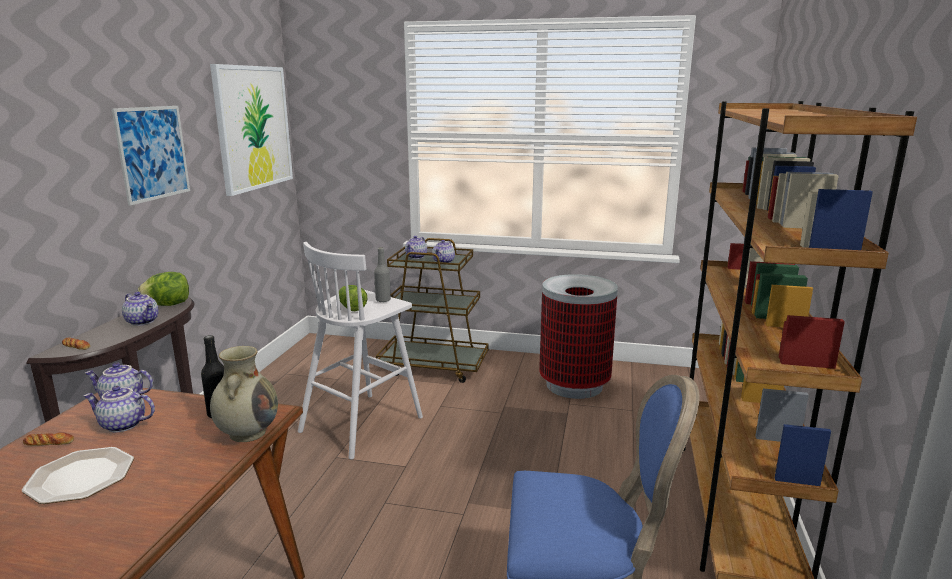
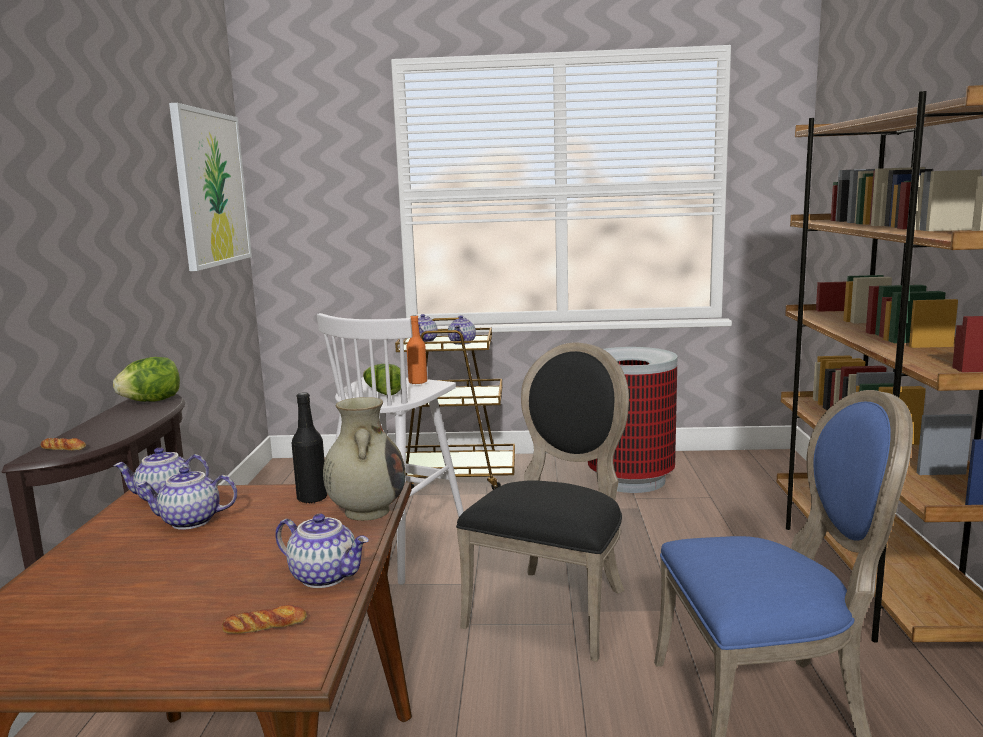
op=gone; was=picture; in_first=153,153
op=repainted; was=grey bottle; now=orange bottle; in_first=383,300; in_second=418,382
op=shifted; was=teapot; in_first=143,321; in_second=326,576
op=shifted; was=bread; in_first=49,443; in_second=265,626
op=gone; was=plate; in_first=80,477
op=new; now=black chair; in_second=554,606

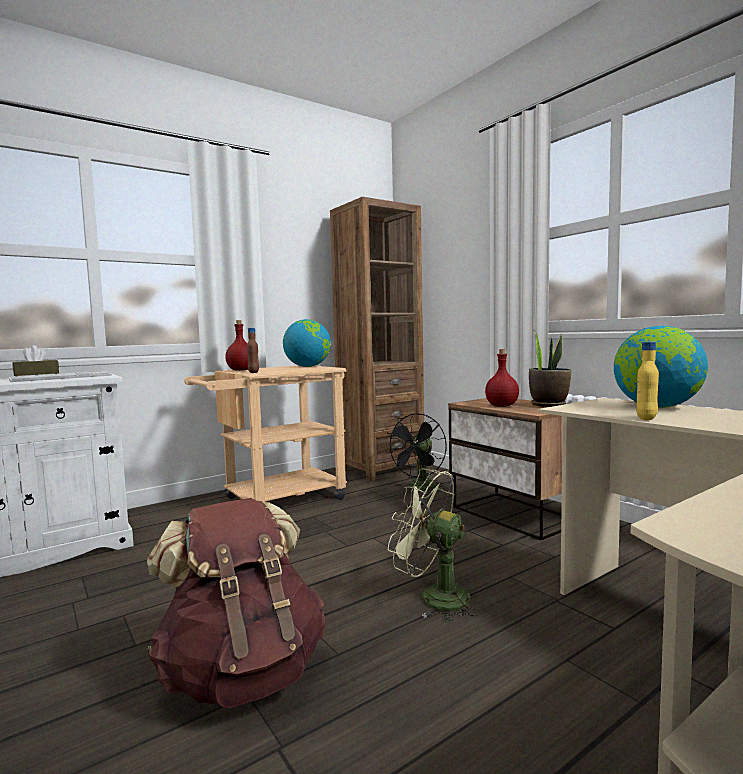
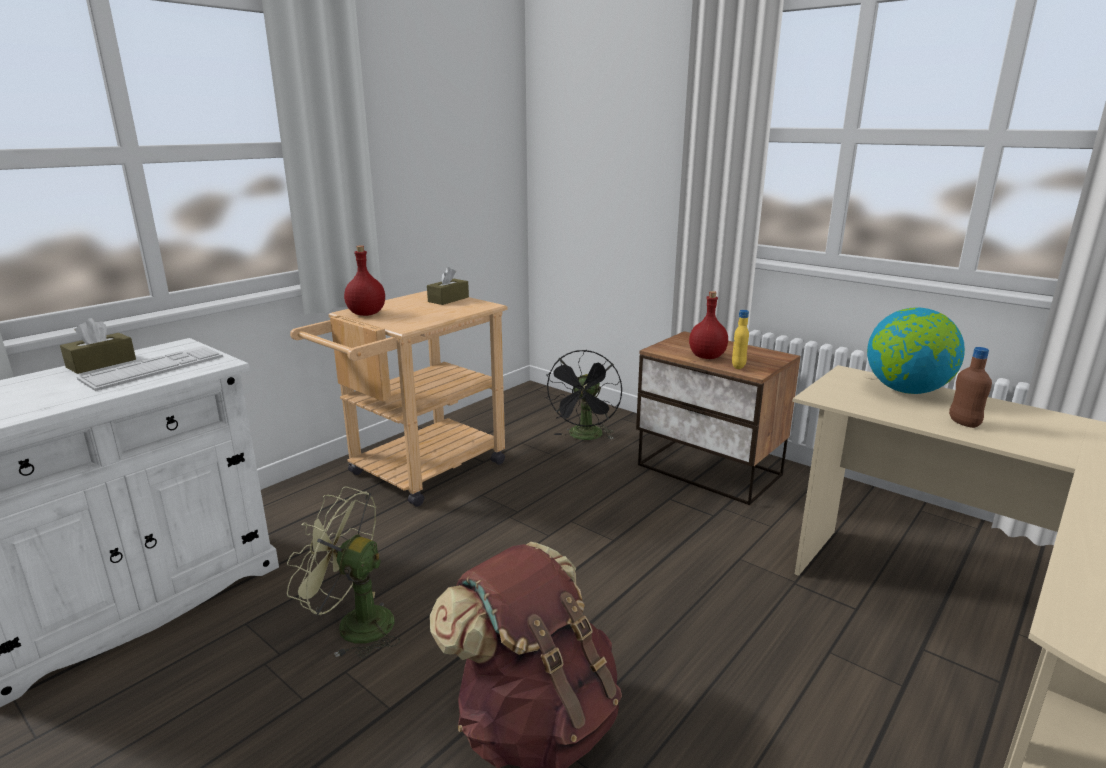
op=gone; was=brown bookcase; in_first=381,468
op=swapped; was=globe; now=brown tissue box; in_first=308,366; in_second=448,299
op=shifted; was=brown bottle; in_first=253,372; in_second=963,423
op=gone; was=potted plant; in_first=548,405
op=shifted; was=yellow bottle; in_first=646,418; in_second=738,366
op=shifted; was=green fan; in_first=434,596; in_second=353,625

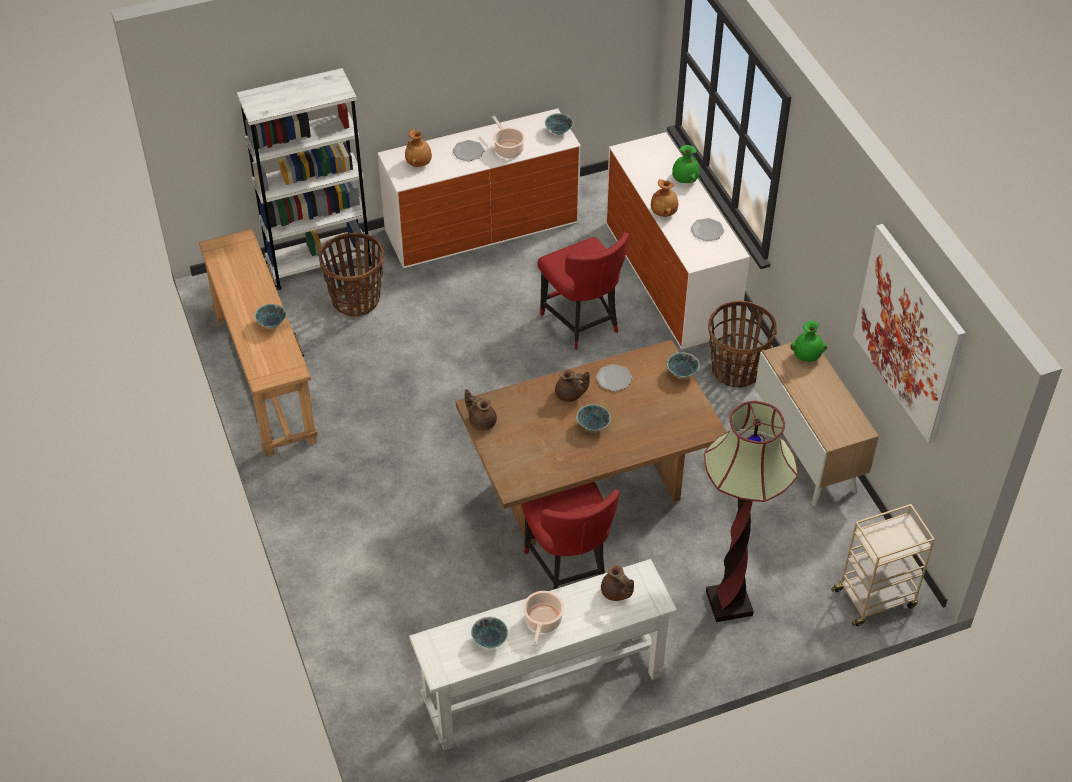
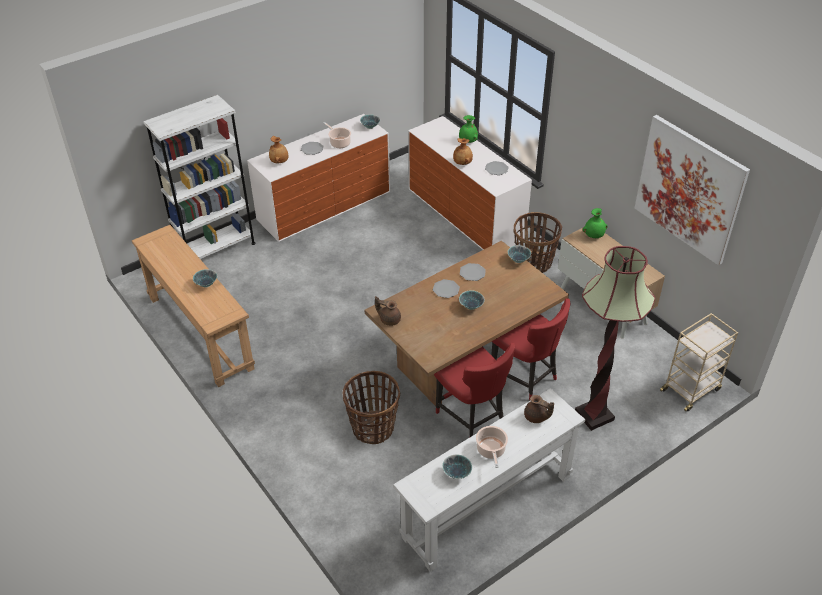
op=shifted; was=red chair; in_first=582,323; in_second=525,377
op=shifted; was=basket; in_first=356,300; in_second=373,428
op=swapped; was=brown teapot; now=plate; in_first=570,395; in_second=446,289

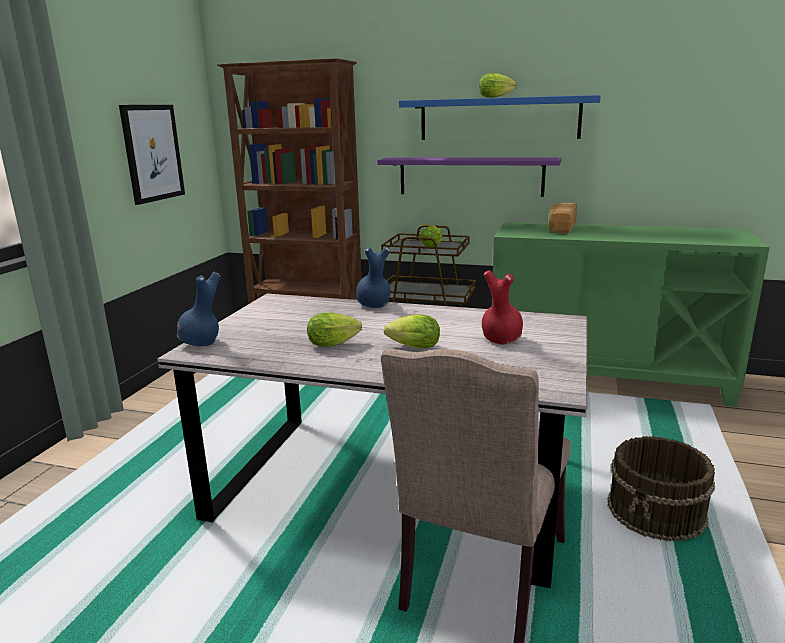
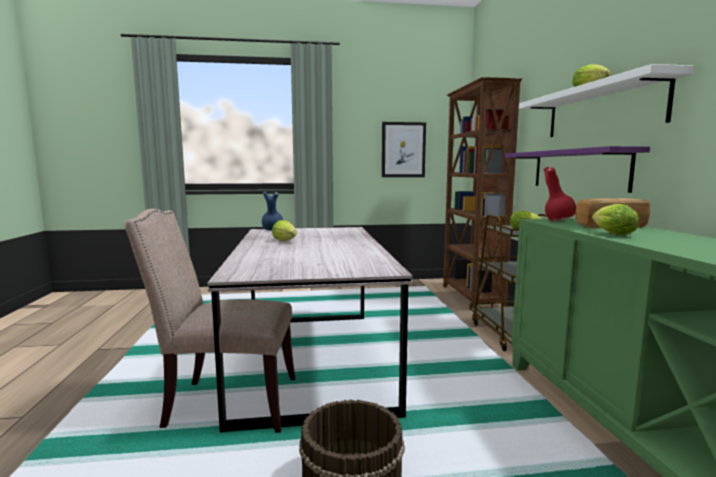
op=repainted; was=blue shelf; now=white shelf; in_first=499,118; in_second=601,110
op=gone; was=blue vase; in_first=373,305
op=shifted; was=red vase; in_first=500,339; in_second=558,220
op=shifted; was=lettuce; in_first=411,347; in_second=610,233

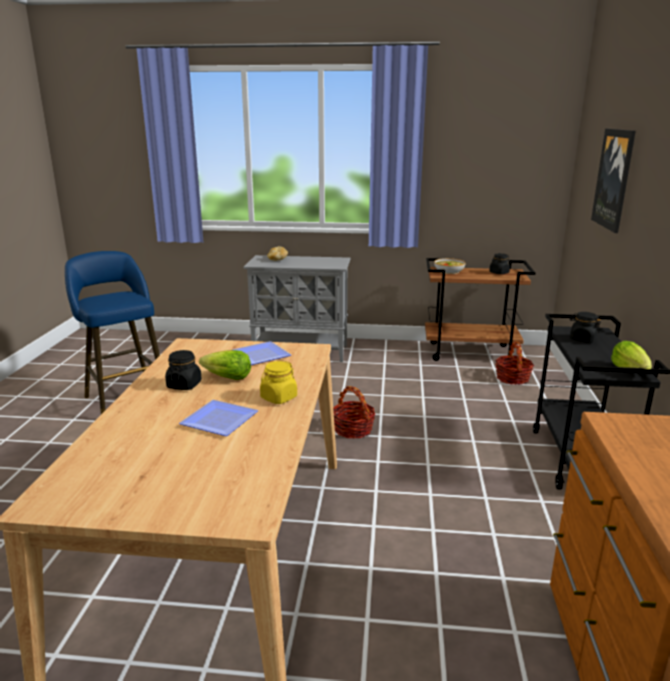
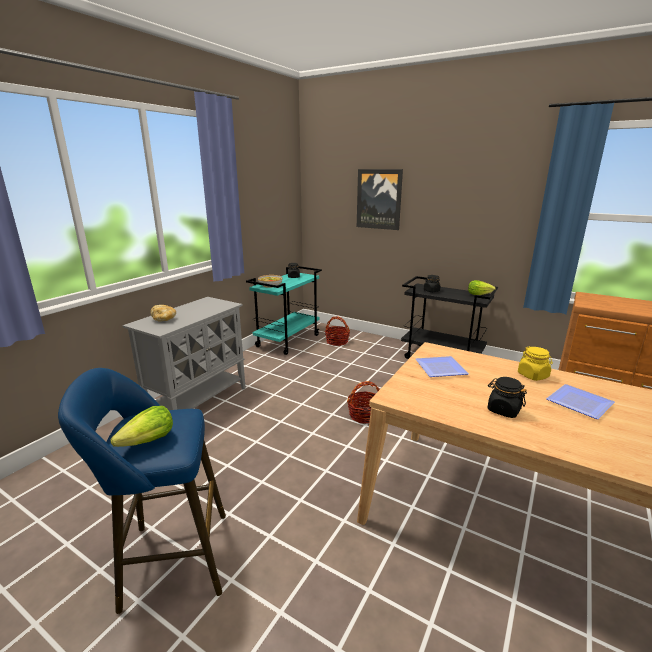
op=repainted; was=brown cart; now=turquoise cart; in_first=471,353; in_second=288,340
op=shifted; was=lettuce; in_first=227,378; in_second=148,441

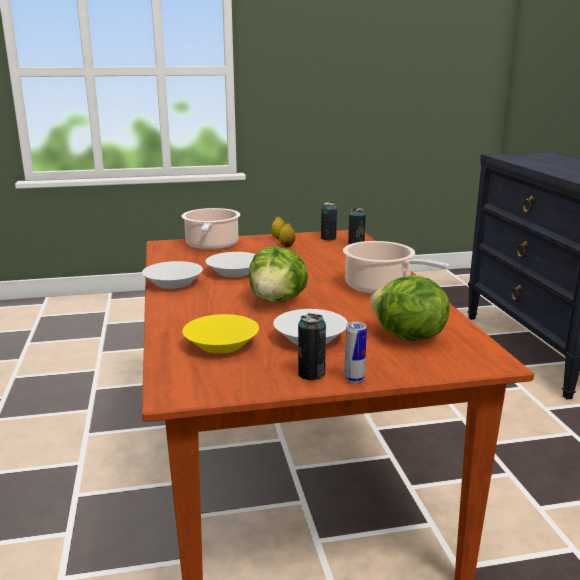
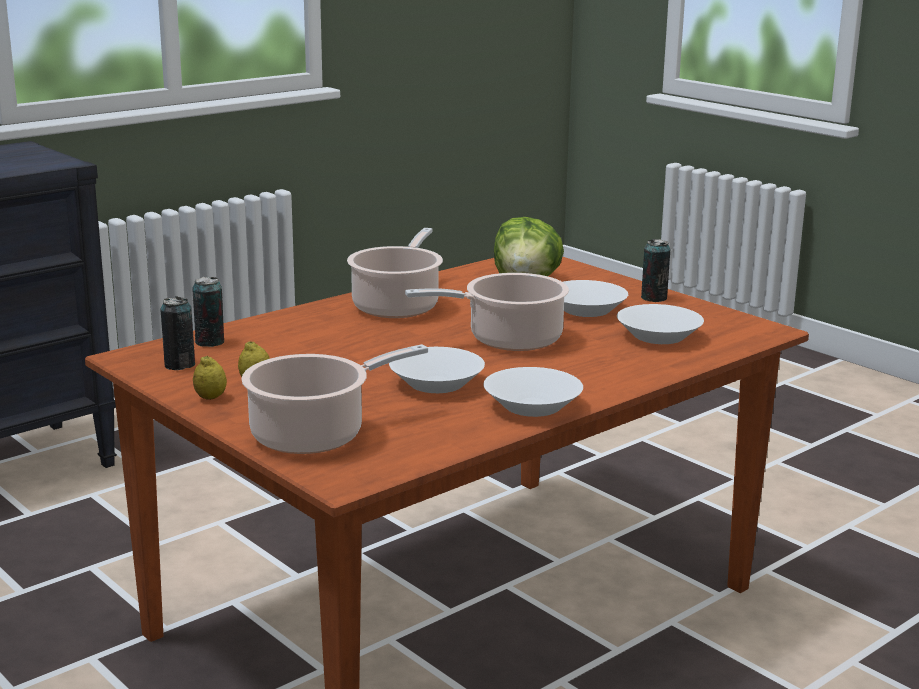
op=swapped; was=lettuce; now=cooking pot; in_first=278,301; in_second=508,340
op=repainted; was=yellow bowl; now=white bowl; in_first=222,345; in_second=658,336
op=gone; was=can; in_first=354,379

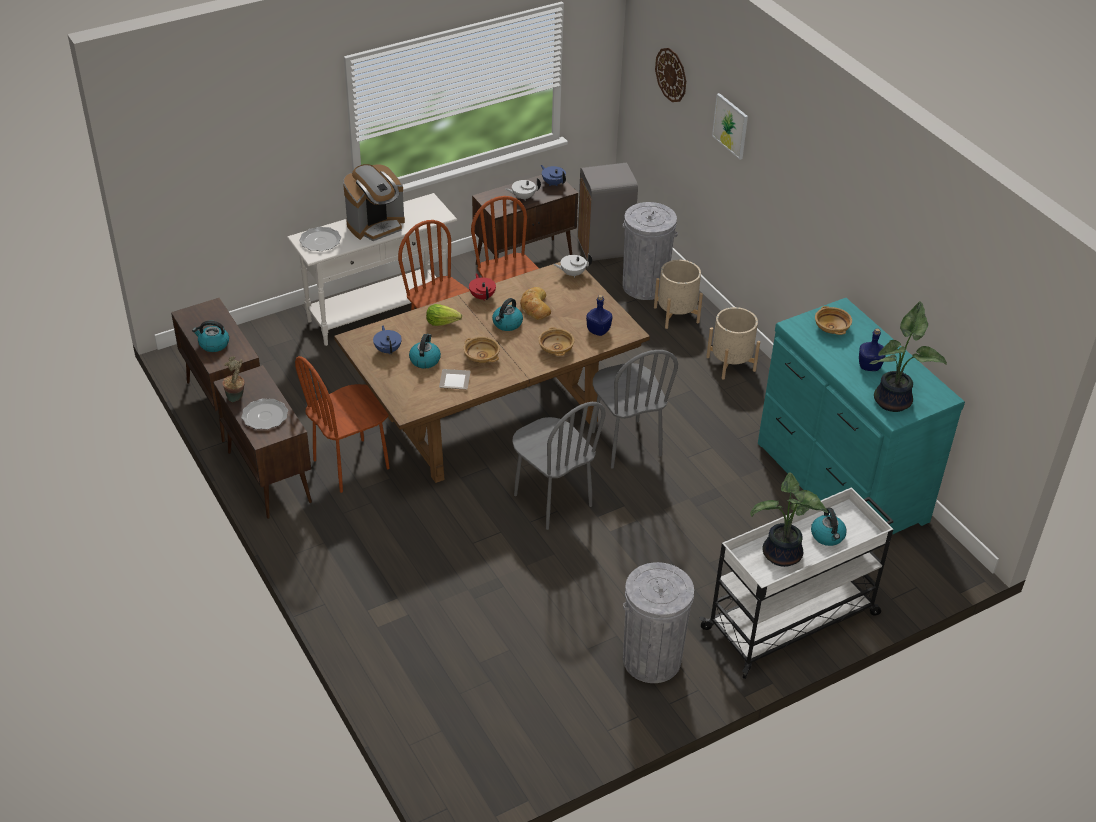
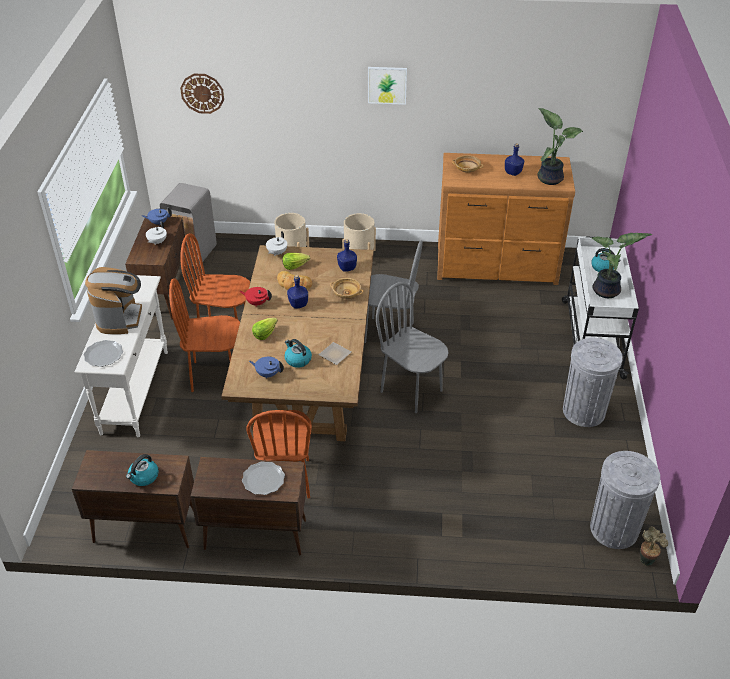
op=shifted; was=picture; in_first=730,126; in_second=387,85
op=shifted; was=grey trash can; in_first=644,286; in_second=614,529
op=swapped; was=kettle; now=blue bottle; in_first=507,324; in_second=298,304
op=repainted; was=turquoise dresser; now=brown dresser; in_first=839,483; in_second=497,266
op=gone; was=beige bowl; in_first=481,357
op=shifted; was=potted plant; in_first=237,397; in_second=647,558
op=rotated; was=grey chair; in_first=552,500; in_second=411,391; clockwise=-135
op=new; now=lettuce; in_second=295,265

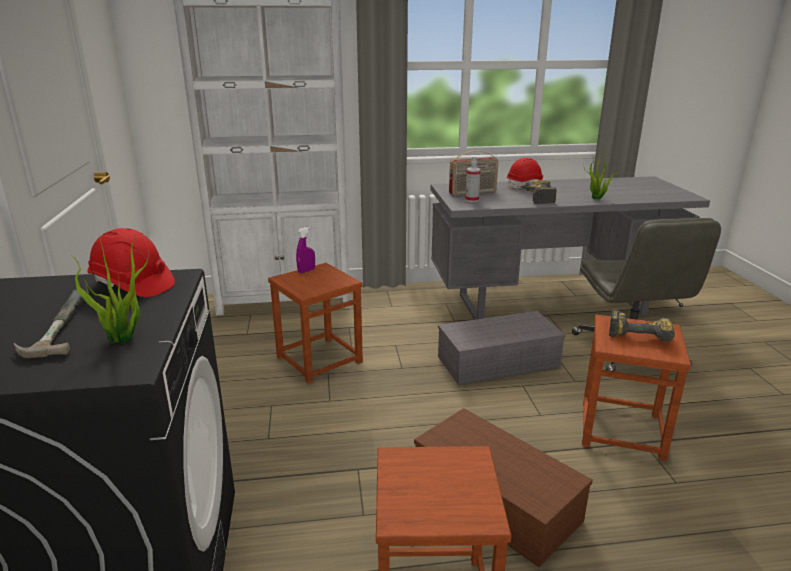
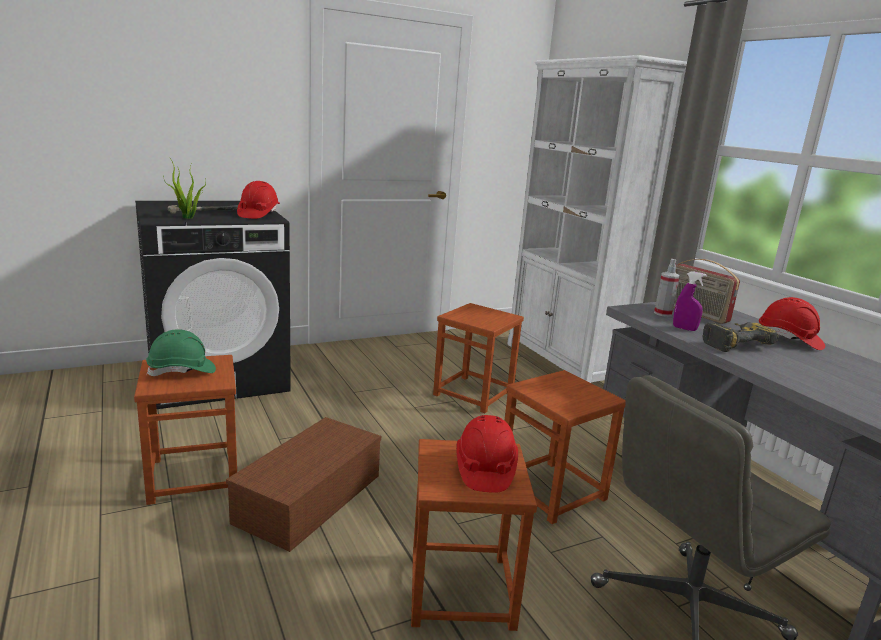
op=gone; was=potted plant; in_first=597,198
op=shifted; was=purple spray bottle; in_first=306,271; in_second=684,328
op=swapped; was=power drill; now=red hard hat; in_first=639,333; in_second=484,469
op=swapped; was=grey storage box; now=brown stool; in_first=499,361; in_second=552,491
op=new; now=green hard hat; in_second=182,371

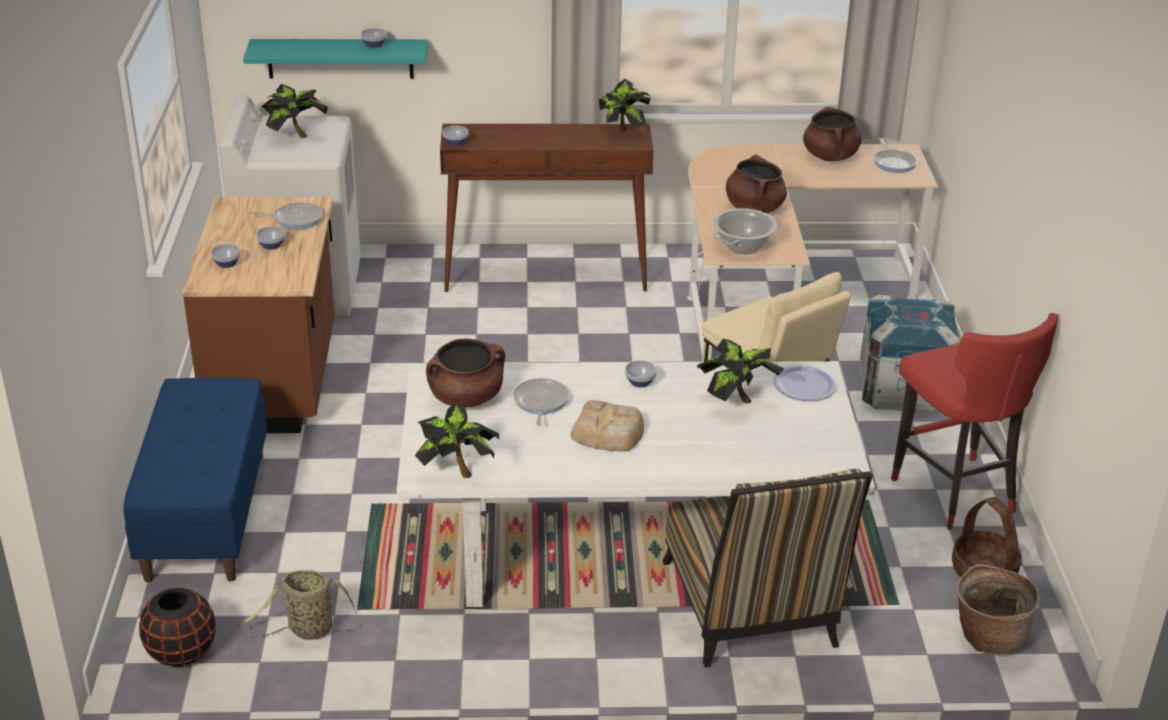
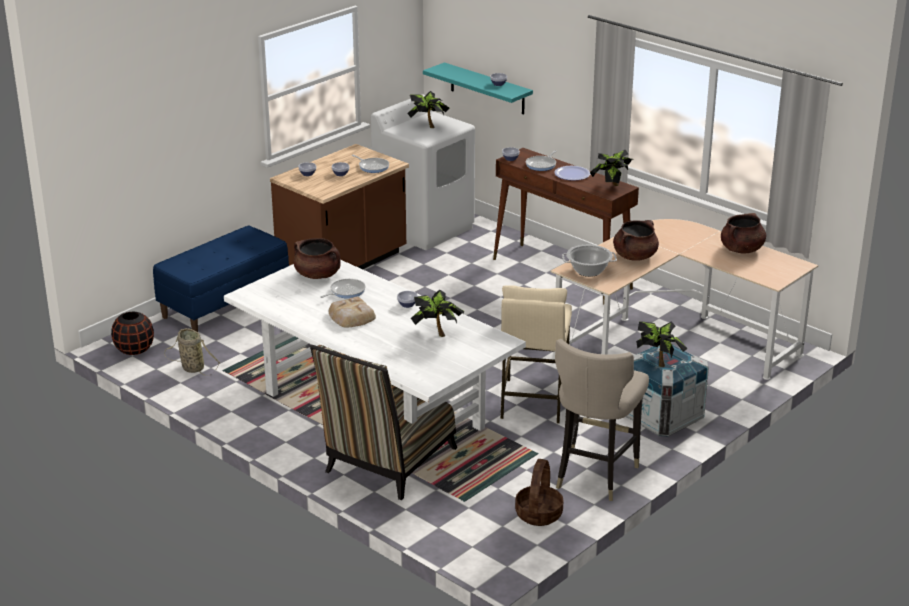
op=shifted; was=frying pan; in_first=893,162; in_second=542,165
op=repainted; was=red stool; now=beige stool; in_first=954,492; in_second=594,475
op=shifted; was=plate; in_first=804,385; in_second=572,174
op=shifted; was=potted plant; in_first=457,472; in_second=659,362
op=gone; was=basket; in_first=988,635

